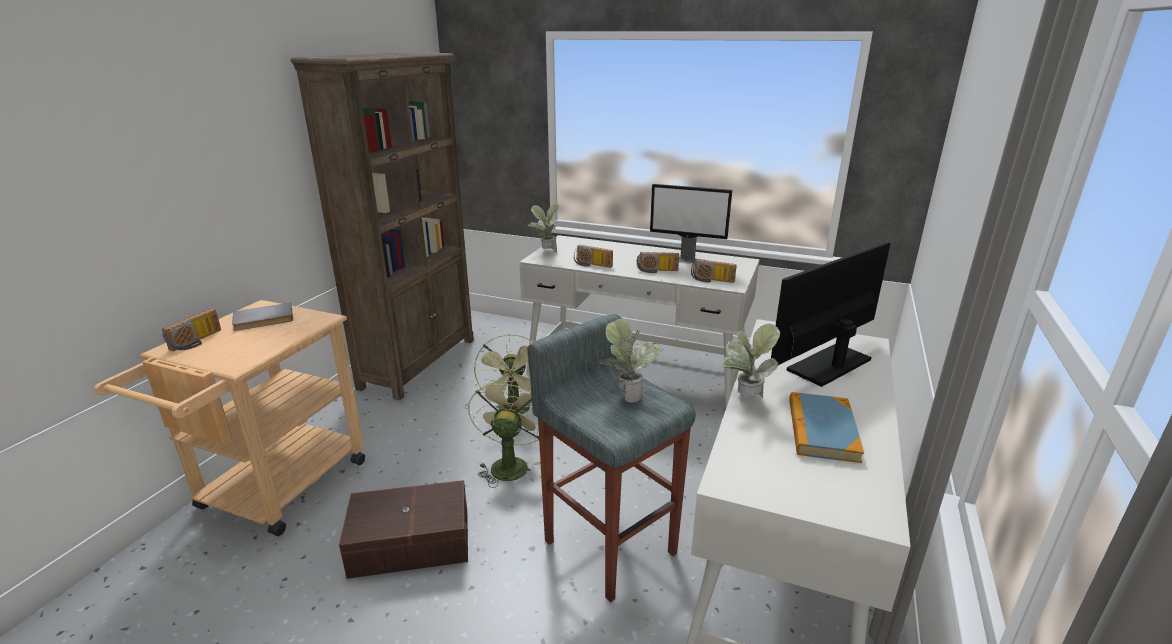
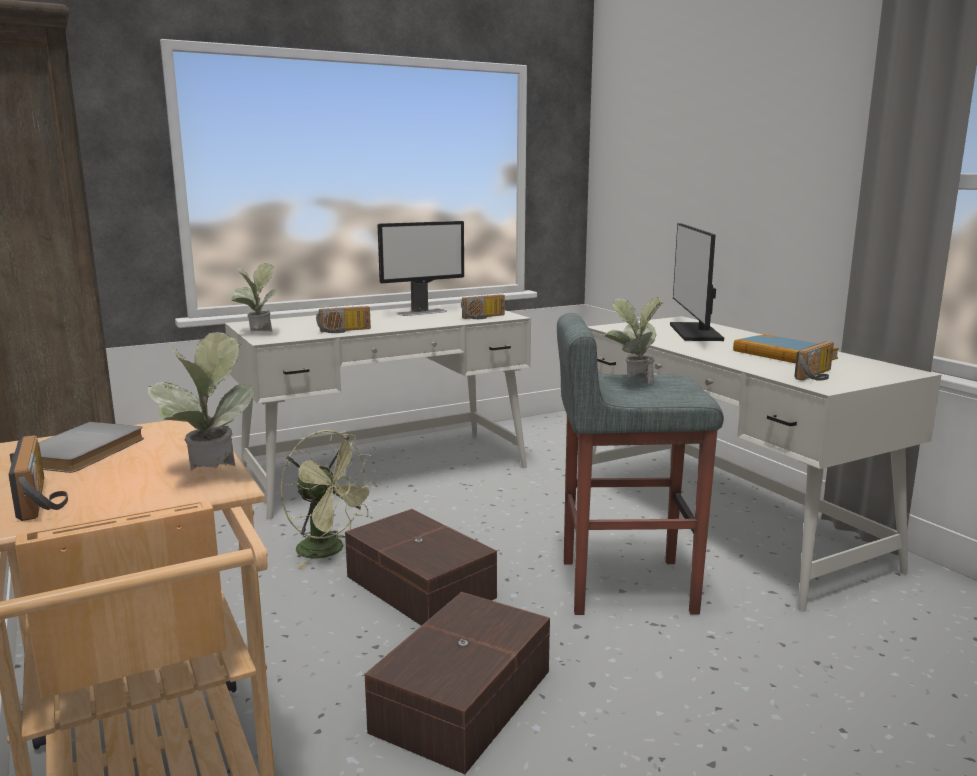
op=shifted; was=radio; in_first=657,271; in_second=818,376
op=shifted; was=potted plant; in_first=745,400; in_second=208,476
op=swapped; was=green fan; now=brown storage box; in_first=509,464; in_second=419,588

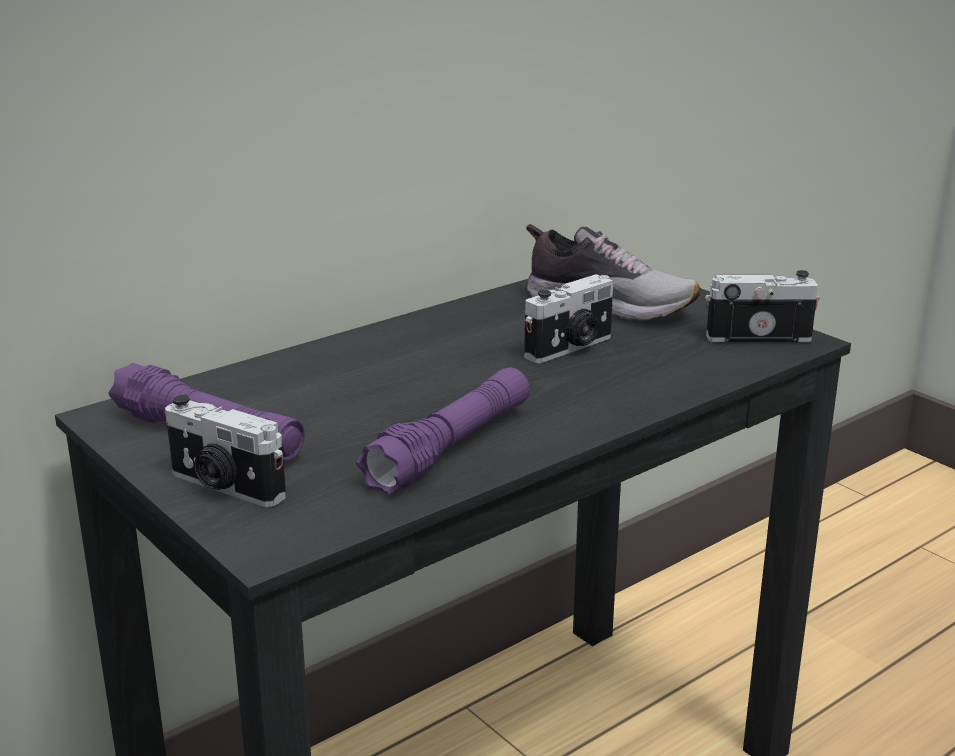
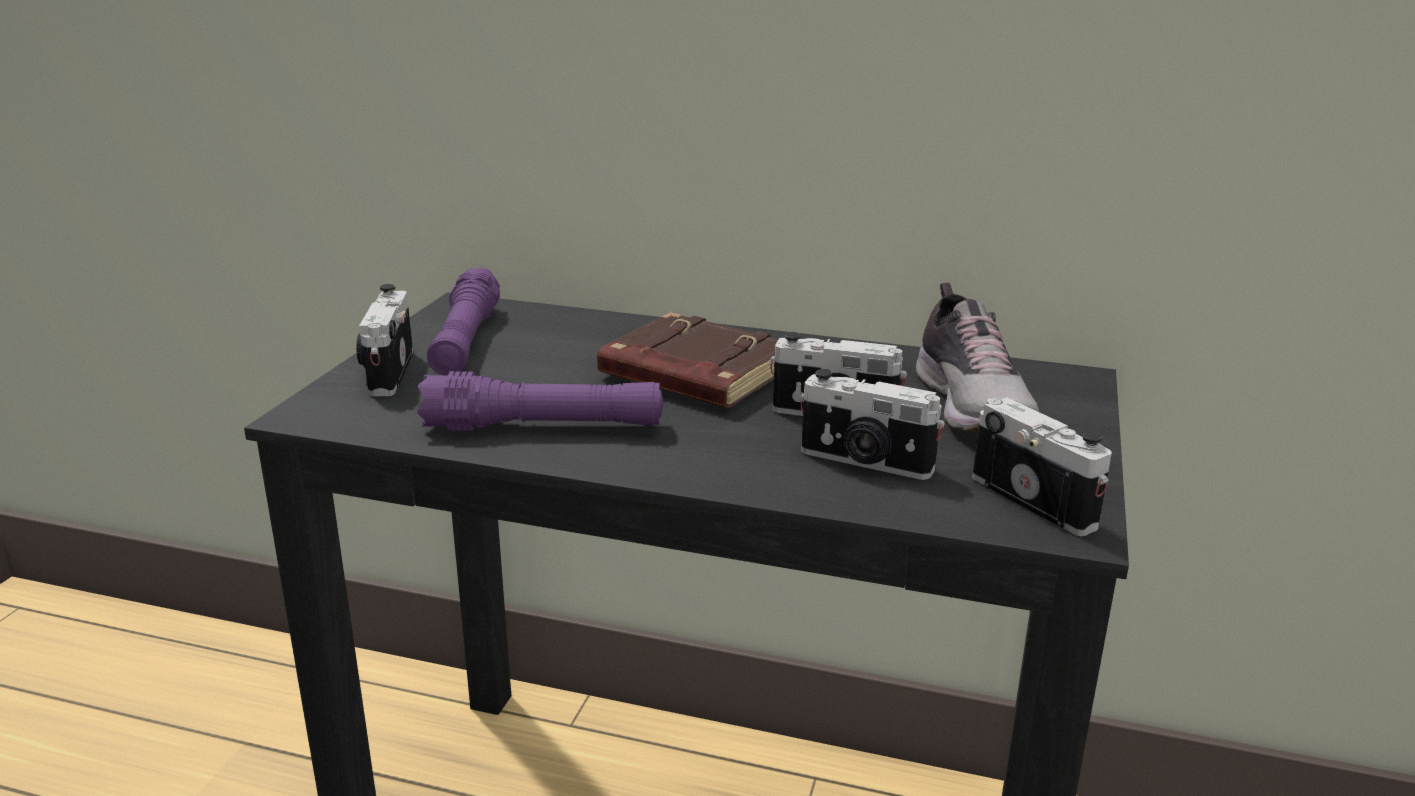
op=new; now=brown book; in_second=693,374
op=new; now=photo camera; in_second=865,462

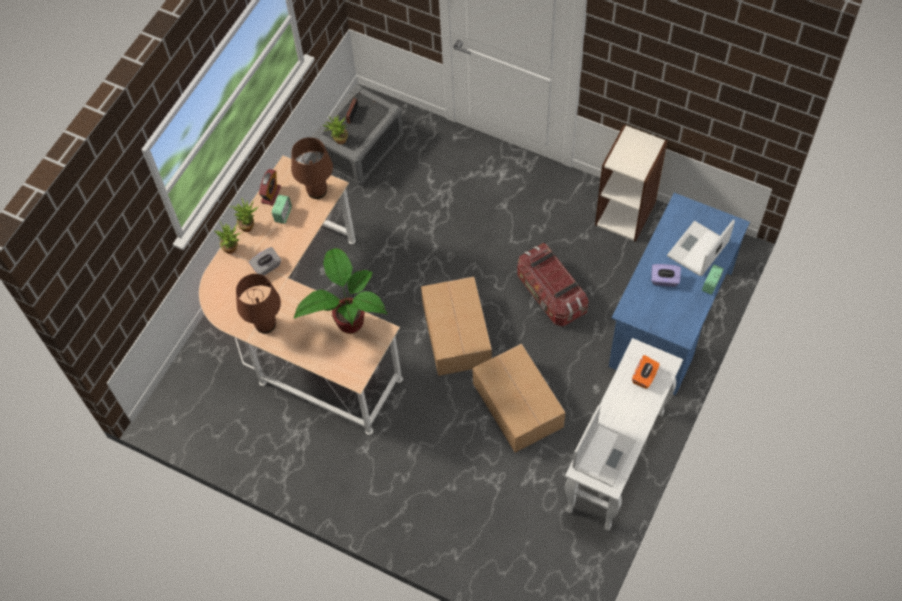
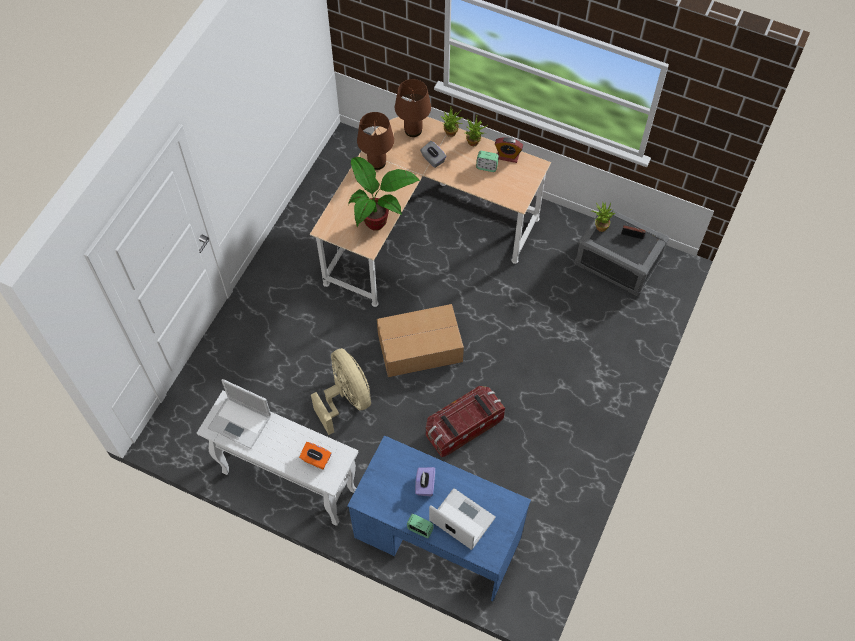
op=gone; was=bookcase; in_first=625,213
op=shifted; was=brown table lamp; in_first=317,191; in_second=413,130
op=swapped; was=cardboard box; now=beige fan; in_first=518,406; in_second=346,399

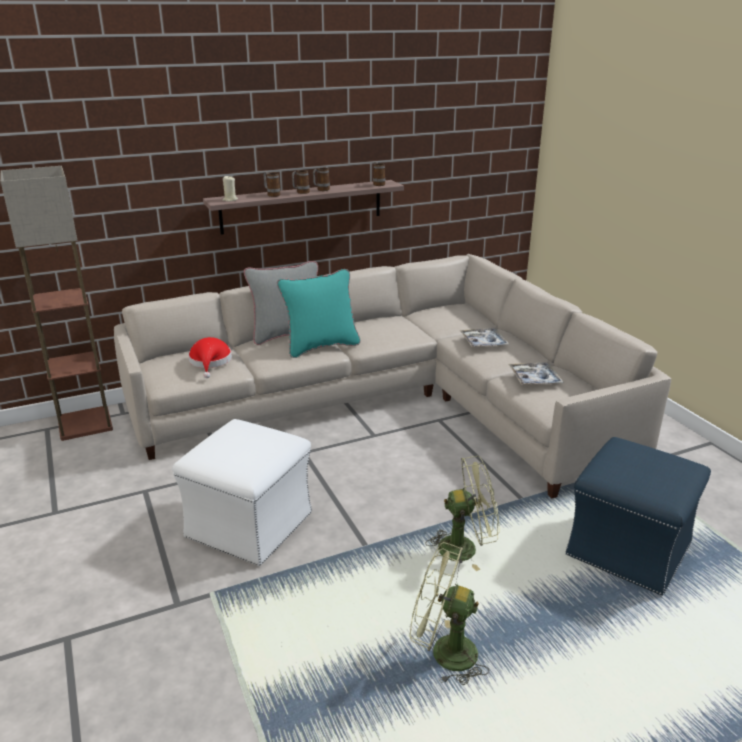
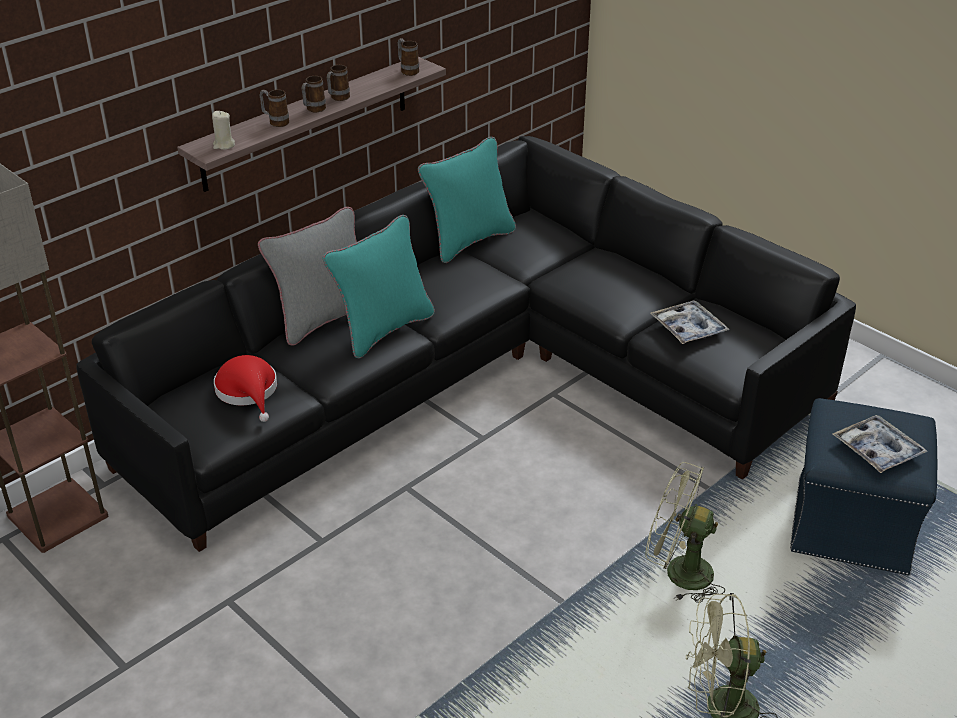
op=repainted; was=beige sofa; now=black sofa; in_first=394,402; in_second=479,378
op=shifted; was=tray; in_first=483,342; in_second=877,450
op=gone; was=white ottoman; in_first=250,524
op=rotated; was=green fan; in_first=465,547; in_second=678,572; clockwise=-135
op=new; now=turquoise pillow; in_second=469,240

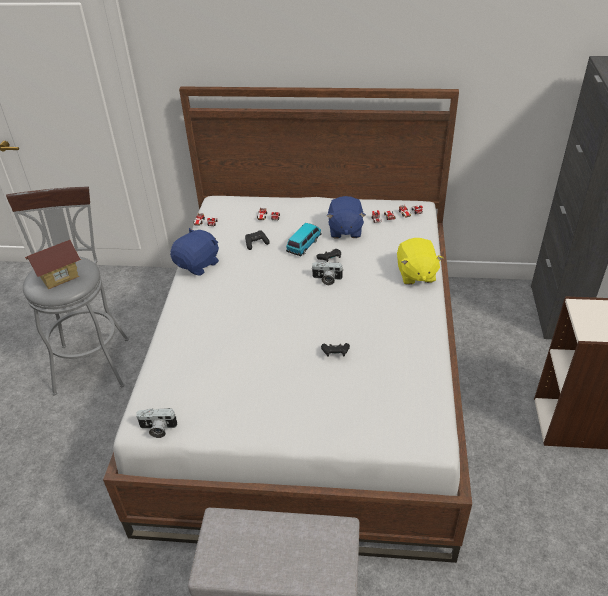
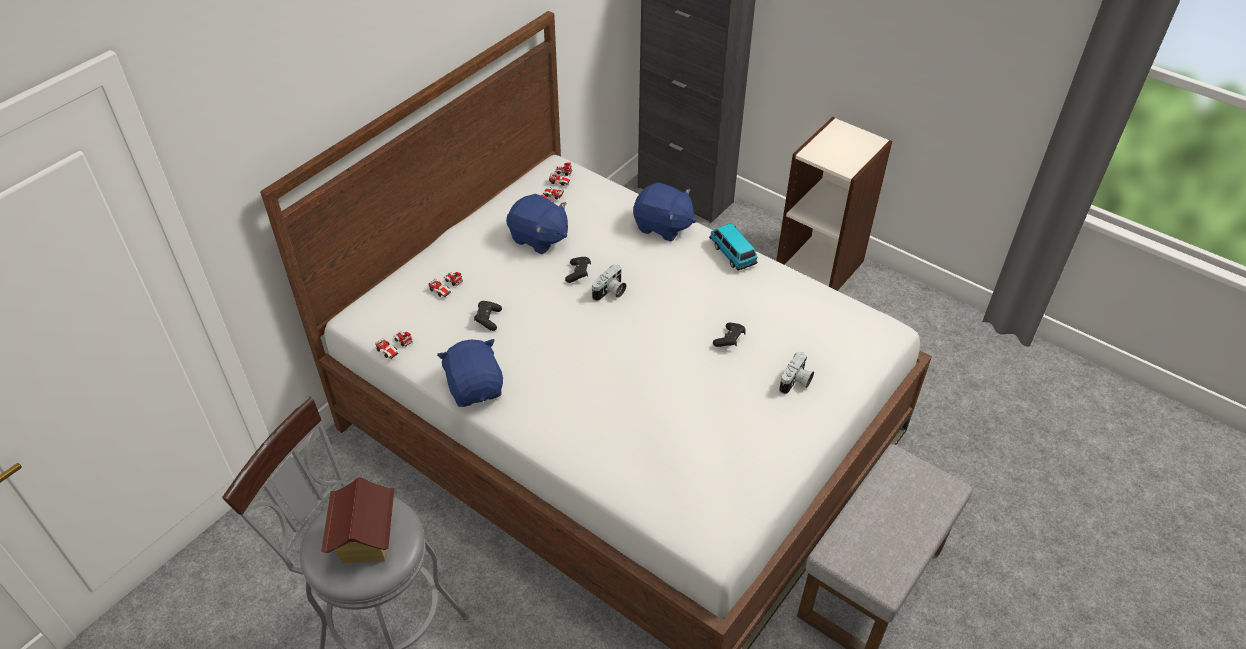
op=shifted; was=toy car; in_first=304,245; in_second=732,253
op=repainted; was=yellow plush toy; now=blue plush toy; in_first=416,274; in_second=663,226
op=shifted; was=photo camera; in_first=157,429; in_second=796,382

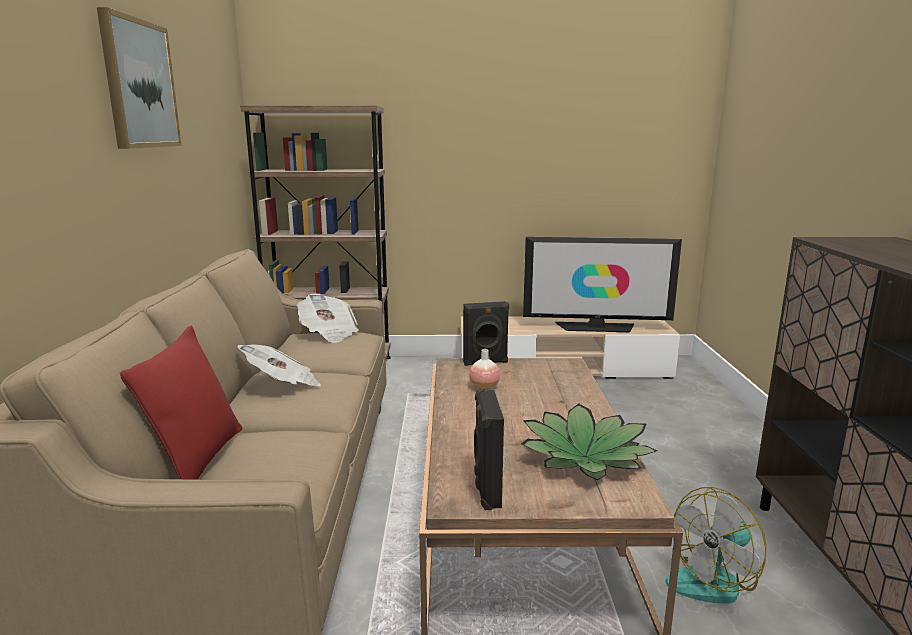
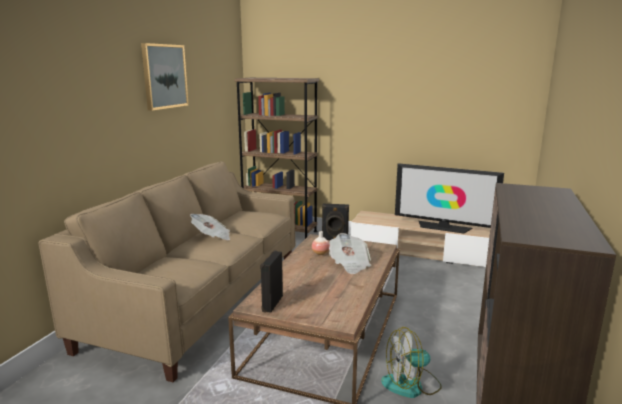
op=shifted; was=newspaper; in_first=329,333; in_second=349,264
op=gone; was=red pillow; in_first=198,459
op=gone; was=potted plant; in_first=585,457

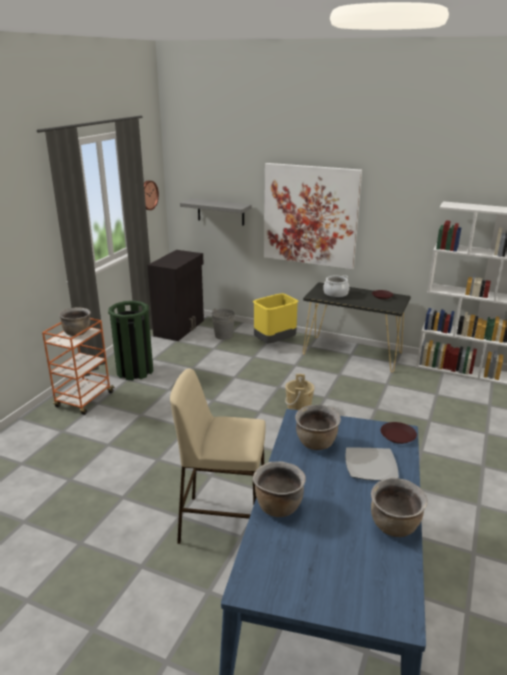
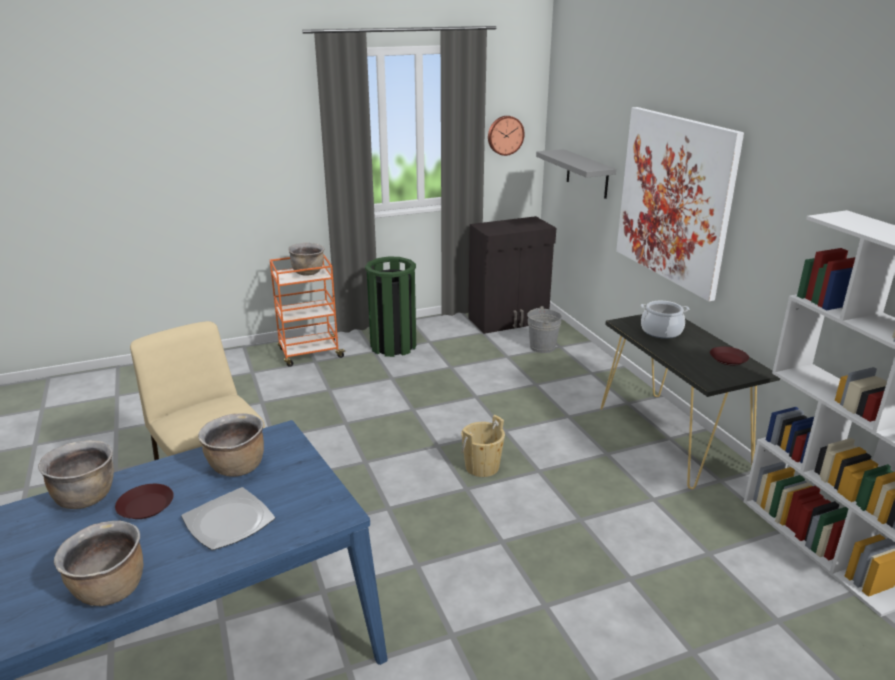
op=gone; was=yellow trash can; in_first=274,342
op=shifted; was=brown plate; in_first=397,435; in_second=146,506

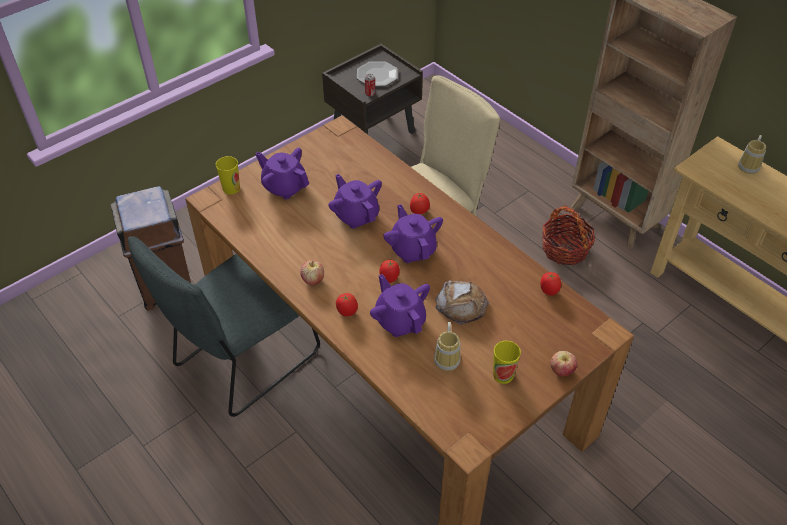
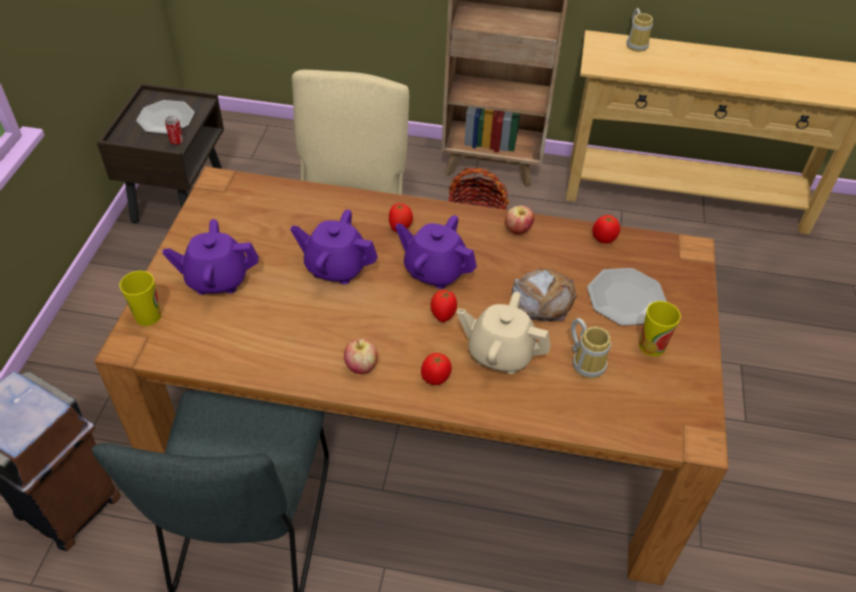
op=repainted; was=purple teapot; now=beige teapot; in_first=400,320; in_second=500,353
op=shifted; was=apple; in_first=561,371; in_second=517,230
op=new; now=plate; in_second=626,298

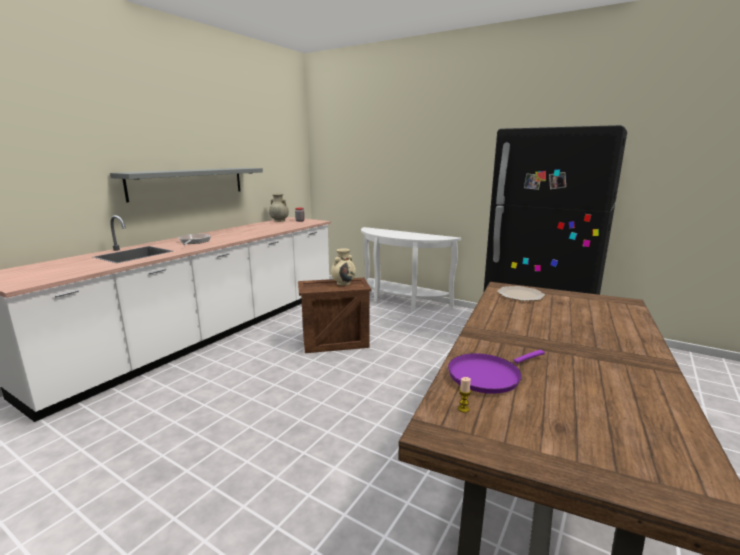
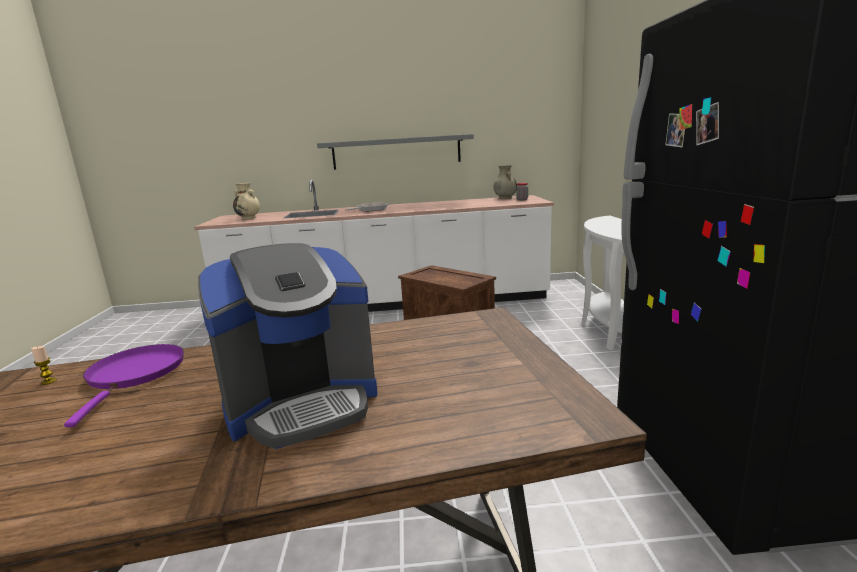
op=shifted; was=beige vase; in_first=343,283; in_second=248,218
op=gone; was=plate; in_first=520,295
op=rotated; was=purple frying pan; in_first=487,375; in_second=135,375; clockwise=60
op=new; now=coffee machine; in_second=302,403

